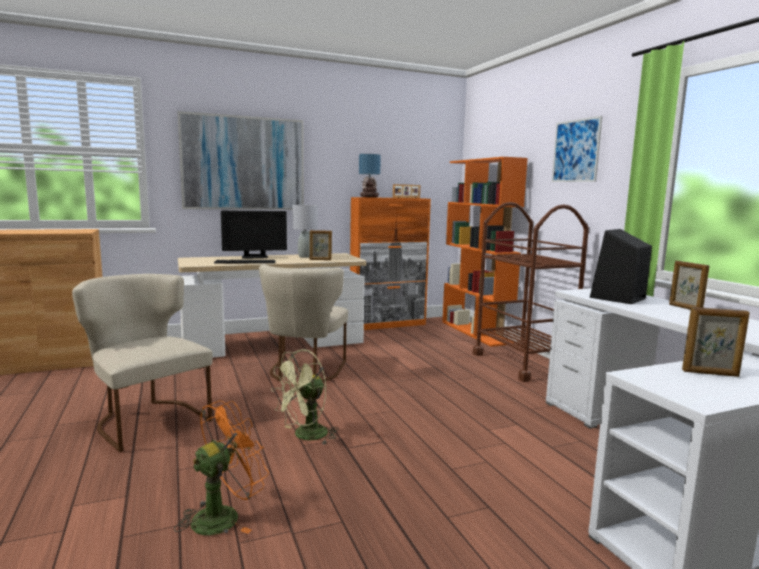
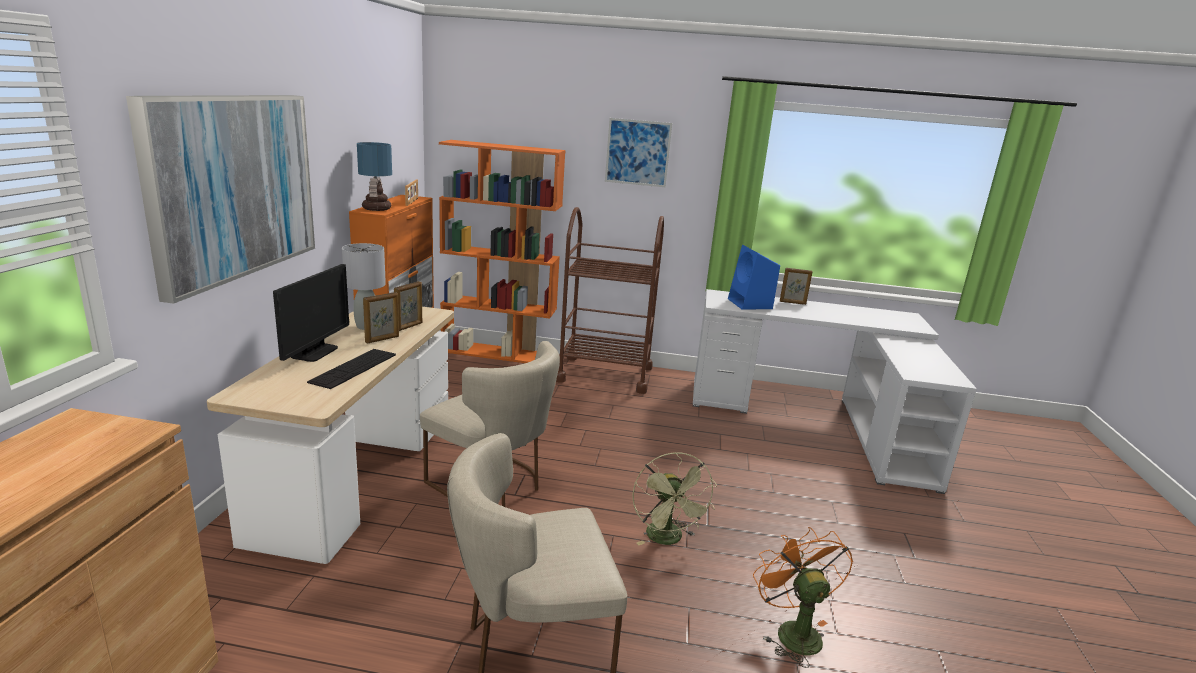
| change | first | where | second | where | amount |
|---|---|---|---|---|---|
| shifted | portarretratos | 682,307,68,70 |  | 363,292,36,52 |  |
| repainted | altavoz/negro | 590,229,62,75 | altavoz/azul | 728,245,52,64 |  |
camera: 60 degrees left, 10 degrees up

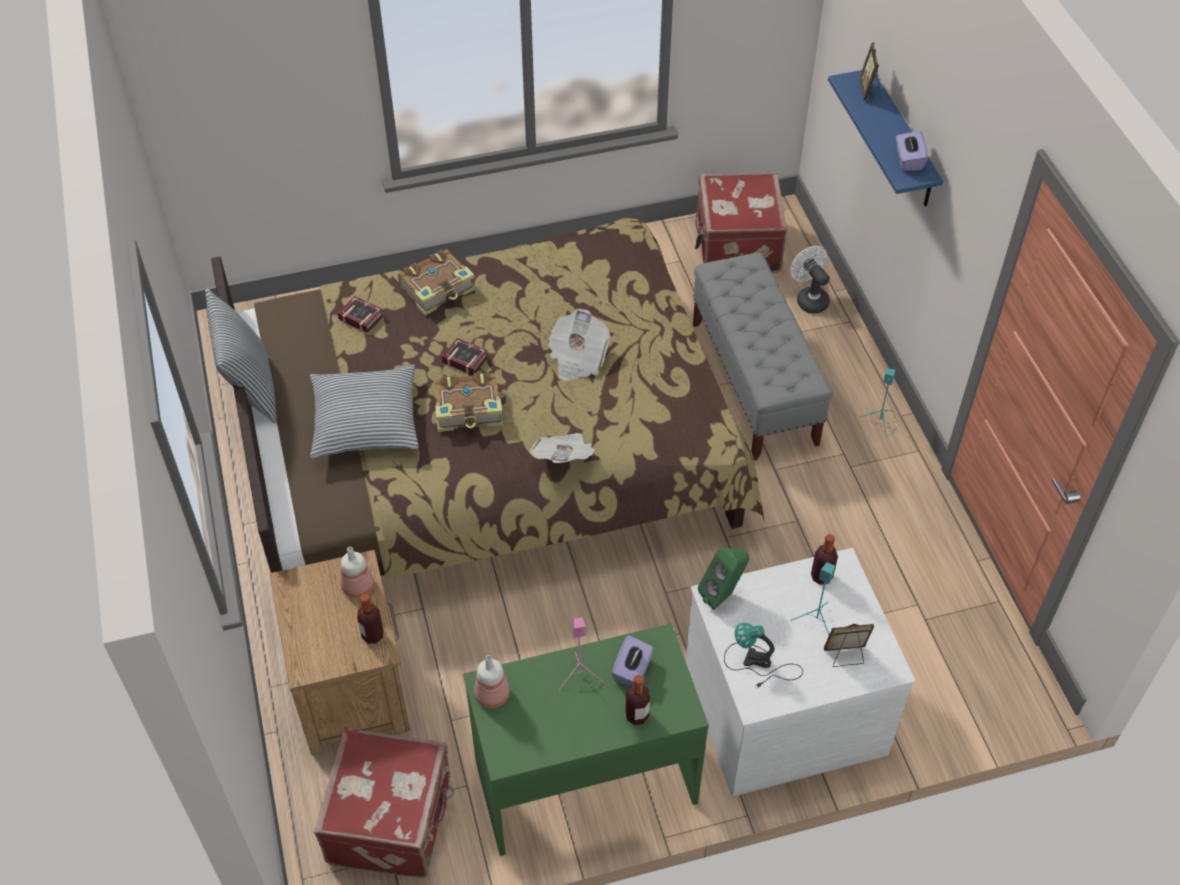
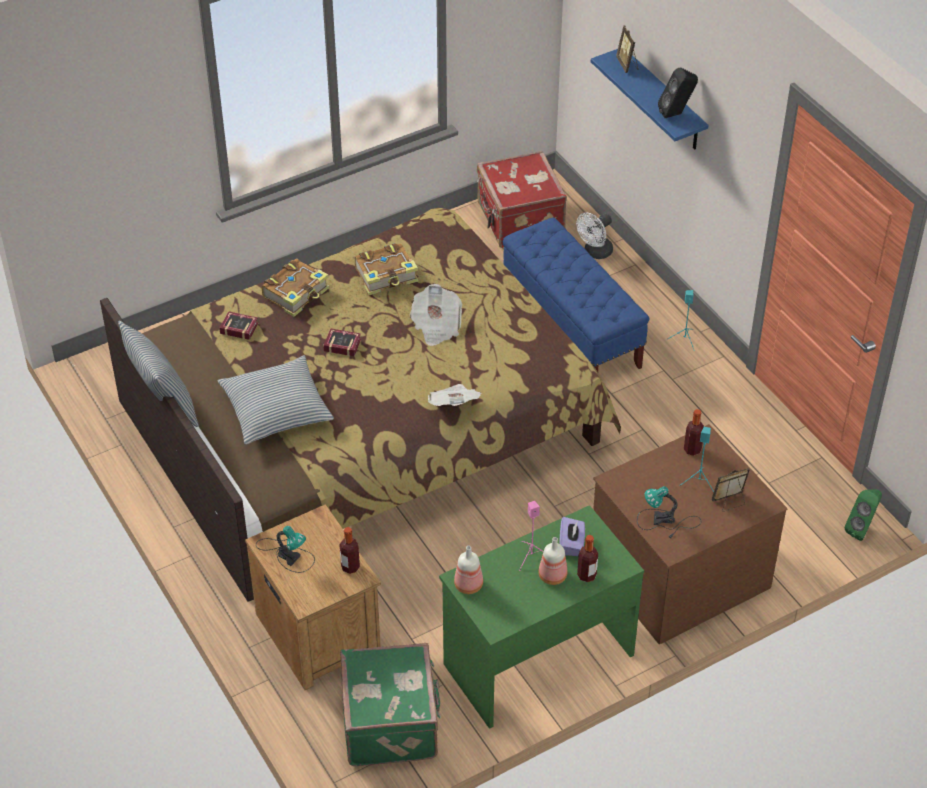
| change | first | where | second | where | amount |
|---|---|---|---|---|---|
| new |  |  | lámpara de mesa | 256,526,59,47 |  |
| shifted | botella | 340,547,34,51 |  | 539,537,29,48 |  |
| shifted | libro | 435,372,68,60 |  | 355,243,63,52 |  |
| shifted | altavoz/verde | 698,548,52,62 |  | 844,489,38,52 |  |
| swapped | caja de pañuelos/morado | 896,131,32,40 | altavoz/negro | 658,67,40,51 |  |
| repainted | maleta/rojo | 314,728,141,150 | maleta/verde | 340,643,101,123 |  |
| repainted | cómoda/blanco | 686,548,229,248 | cómoda/marrón | 593,424,195,220 |  |
| repainted | banco/gris | 693,253,139,207 | banco/azul | 502,218,148,154 |  |
| rotated | ventilador/blanco | 790,246,40,68 |  | 576,213,37,46 | 90 degrees counterclockwise |
camera: 15 degrees left, 5 degrees down

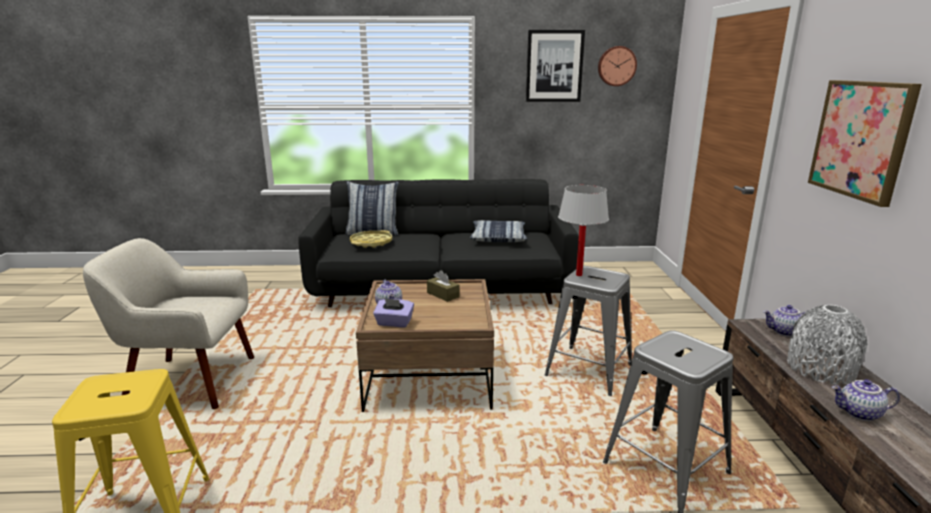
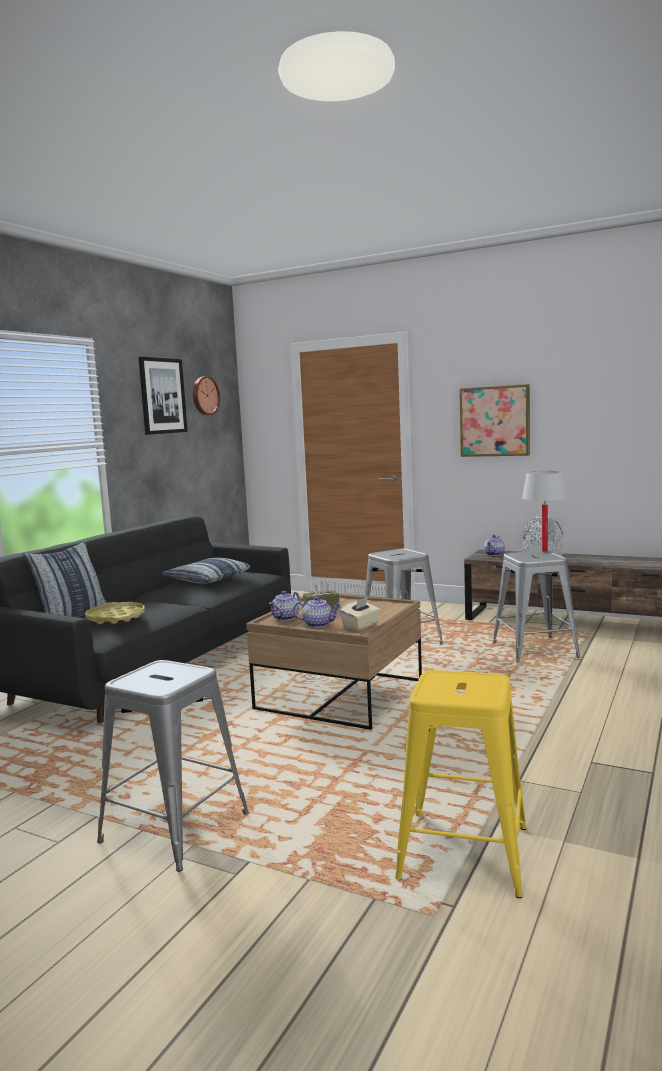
| change | first | where | second | where | amount |
|---|---|---|---|---|---|
| shifted | lámpara de mesa/blanco | 558,185,51,91 |  | 522,471,46,81 |  |
| shifted | tetera | 832,379,68,42 |  | 269,591,31,30 |  |
| swapped | sillón/beis | 83,238,171,171 | taburete/gris | 97,660,152,212 |  |
| repainted | caja de pañuelos/morado | 373,298,41,29 | caja de pañuelos/beis | 340,597,40,34 |  |
camera: 60 degrees left, 10 degrees down

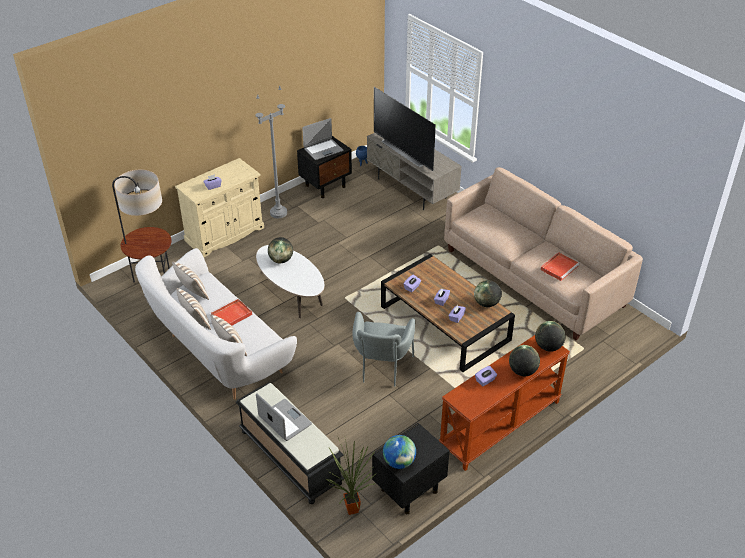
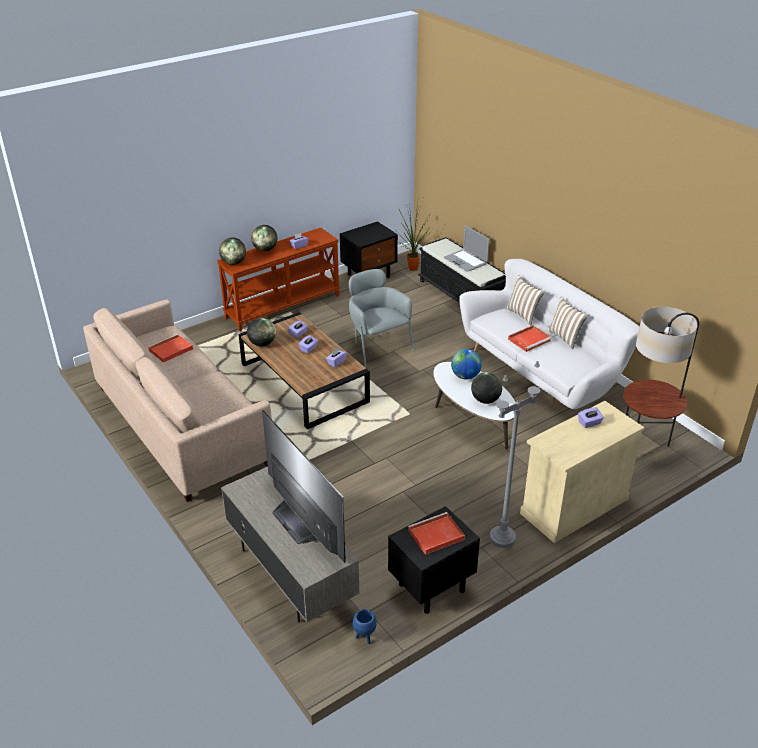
| change | first | where | second | where | amount |
|---|---|---|---|---|---|
| gone | cojín | 172,262,37,38 |  |  |  |
| shifted | globo terráqueo | 383,435,33,34 |  | 451,349,31,31 |  |
| swapped | portátil | 302,118,41,42 | bandeja/rojo | 408,512,57,43 |  |
| rotated | sillón/gris | 352,312,63,75 |  | 349,269,65,99 | 45 degrees counterclockwise |
camera: 175 degrees left, 5 degrees down

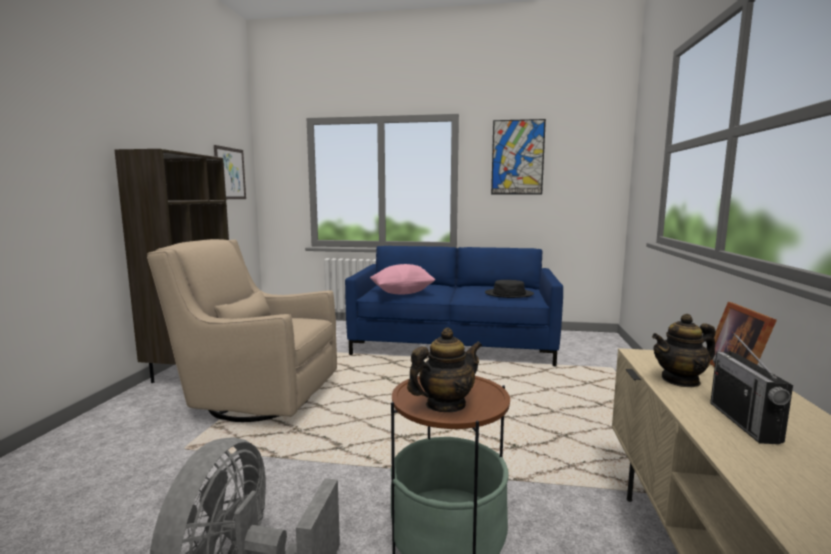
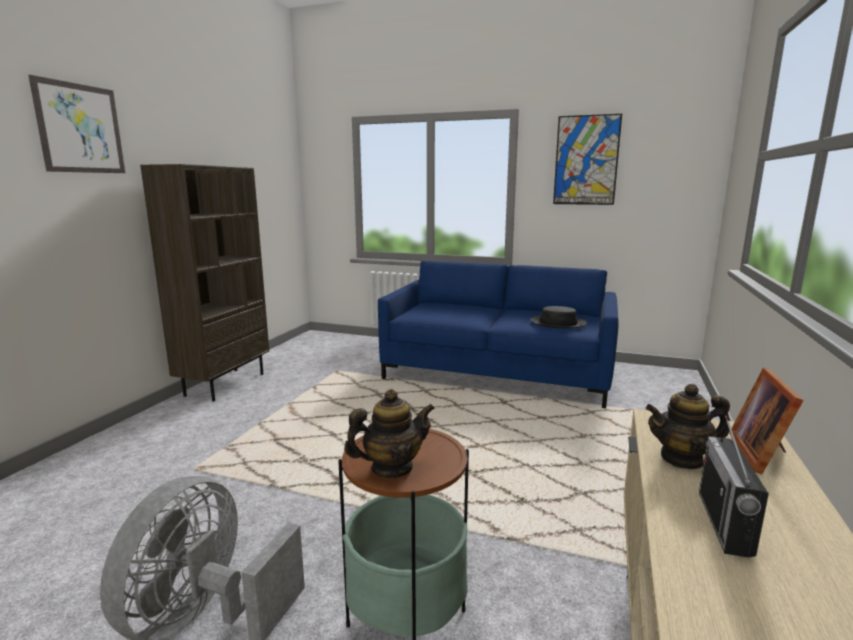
| change | first | where | second | where | amount |
|---|---|---|---|---|---|
| gone | sillón/beis | 147,239,190,183 |  |  |  |
| gone | cojín/rosa | 370,264,66,30 |  |  |  |
| shifted | cuadro | 214,145,32,54 |  | 28,75,97,98 |  |
camera: 10 degrees right, 5 degrees up

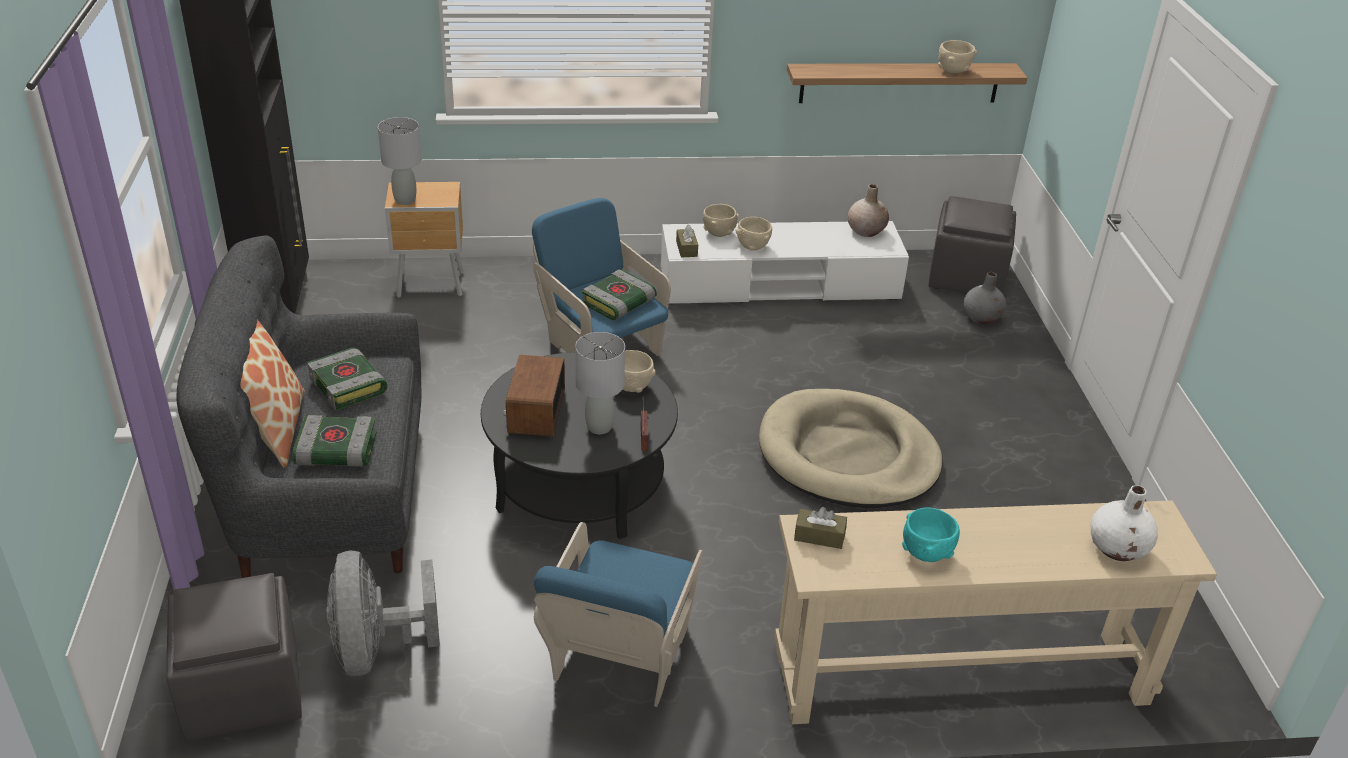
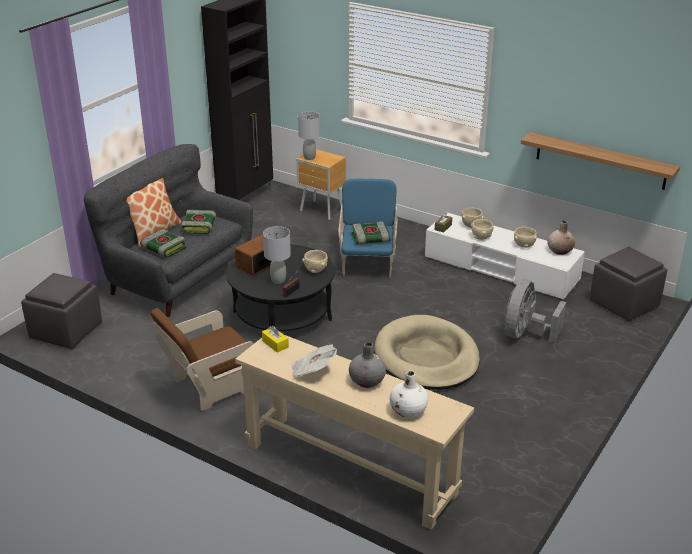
| change | first | where | second | where | amount |
|---|---|---|---|---|---|
| shifted | ventilador/gris | 326,551,114,125 |  | 505,279,61,64 |  |
| shifted | cuenco/beis | 938,40,39,33 |  | 514,227,23,21 |  |
| shifted | florero/gris | 964,272,42,52 |  | 349,342,37,46 |  |
| swapped | cuenco/turquesa | 902,508,58,54 | periódico | 291,344,46,33 |  |
| repainted | sillón/azul | 534,522,169,185 | sillón/marrón | 151,308,103,103 |  |
| repainted | caja de pañuelos/marrón | 794,507,53,42 | caja de pañuelos/amarillo | 262,326,27,27 |  |
camera: 40 degrees right, 5 degrees down

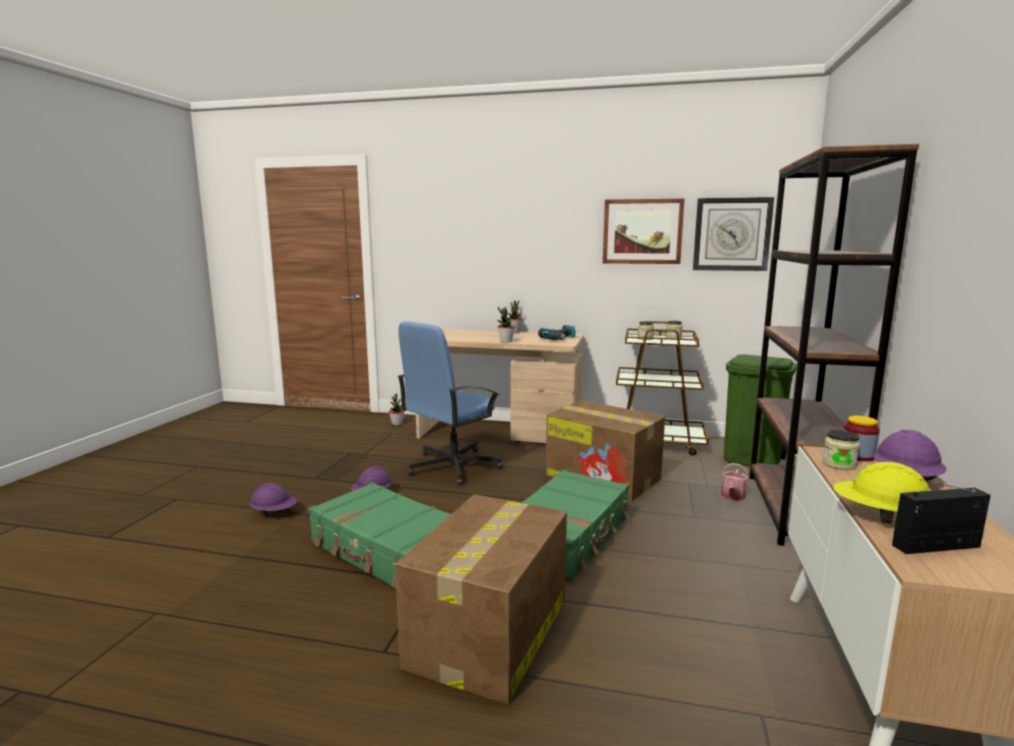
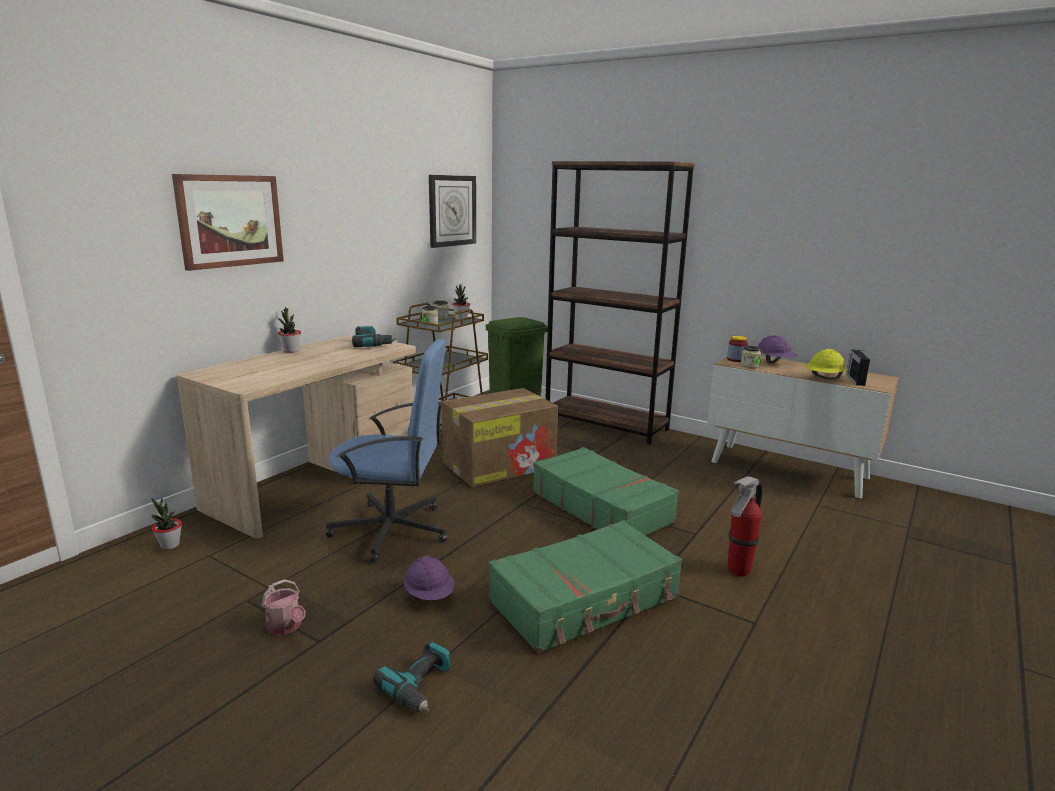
| change | first | where | second | where | amount |
|---|---|---|---|---|---|
| shifted | planta en maceta | 497,307,18,36 |  | 452,284,18,36 |  |
| shifted | cuadro | 603,198,82,66 |  | 172,174,112,97 |  |
| shifted | regadera | 721,463,28,38 |  | 262,579,44,56 |  |
| swapped | casco/morado | 250,483,47,34 | taladro | 373,641,77,71 |  |
| swapped | caja de cartón | 395,494,172,211 | extintor | 728,476,34,100 |  |
| rotated | silla de oficina/azul | 397,321,106,164 |  | 325,339,122,224 | 60 degrees counterclockwise |
camera: 70 degrees left, 5 degrees up

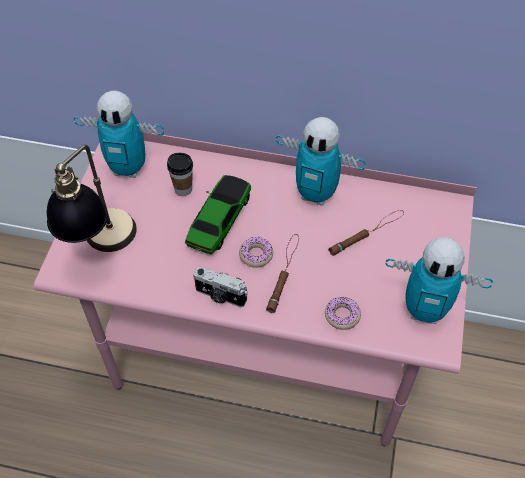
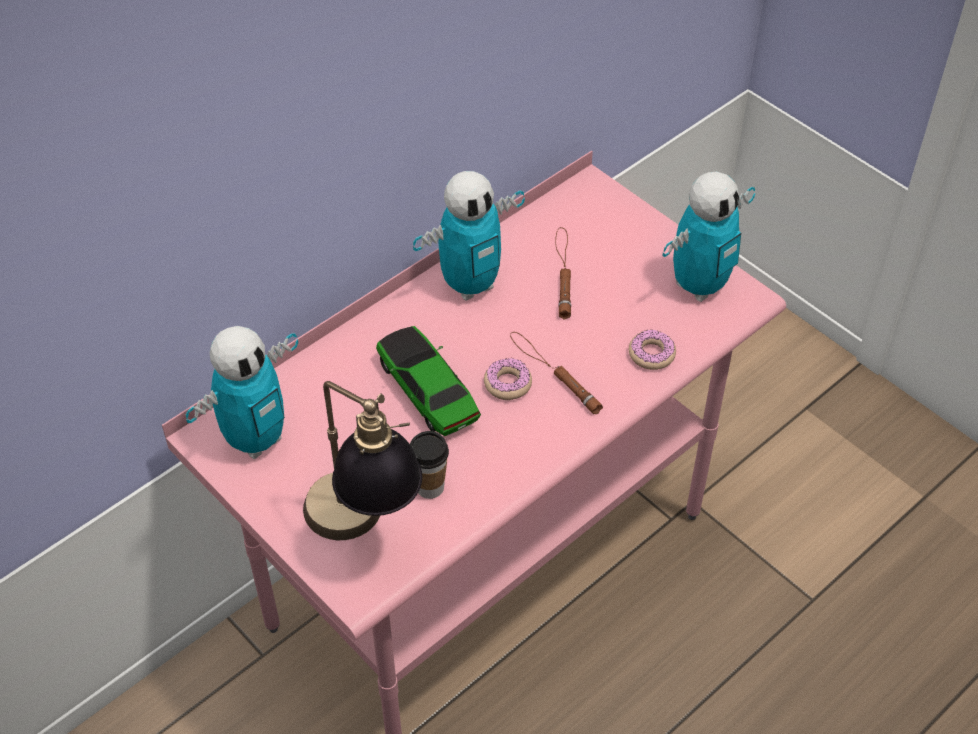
| change | first | where | second | where | amount |
|---|---|---|---|---|---|
| gone | cámara | 193,266,55,41 |  |  |  |
| shifted | taza | 167,153,26,43 |  | 410,431,39,68 |  |
camera: 55 degrees left, 5 degrees down

